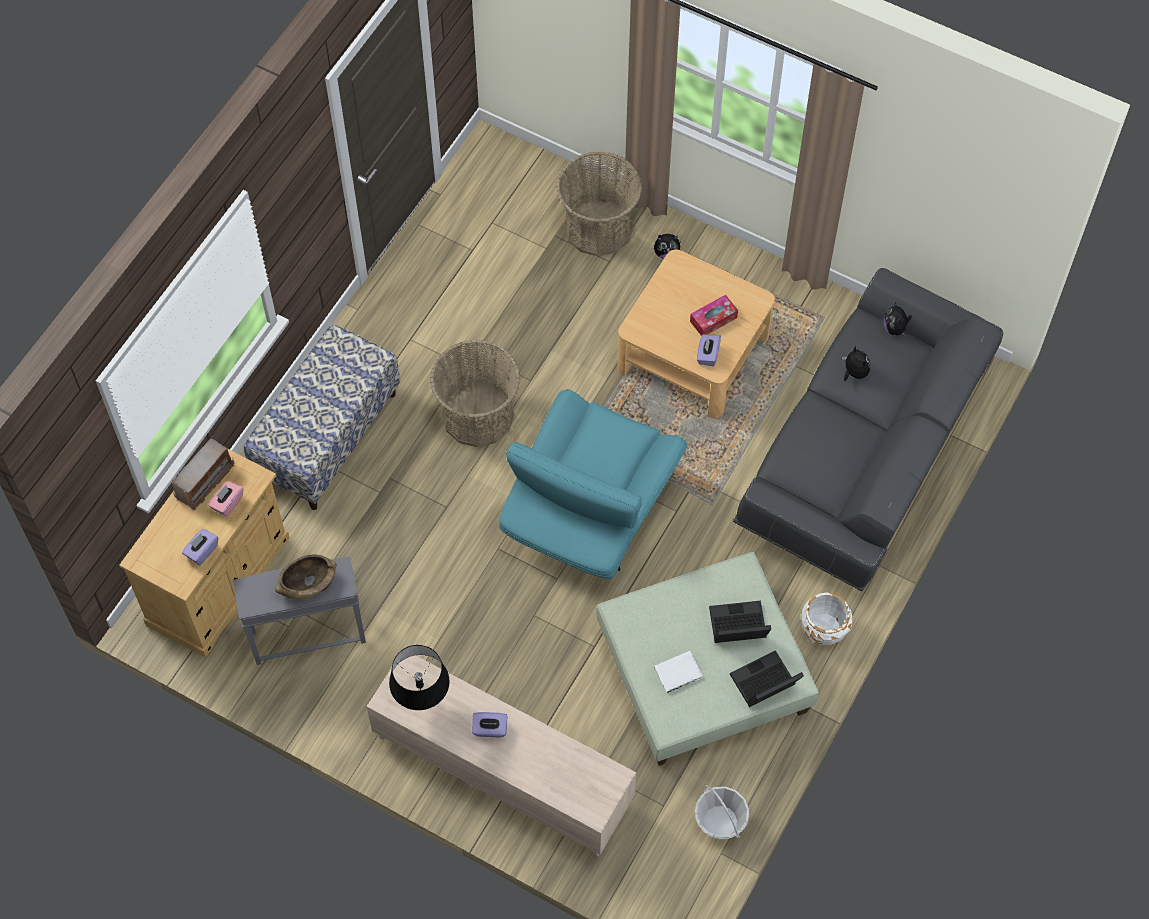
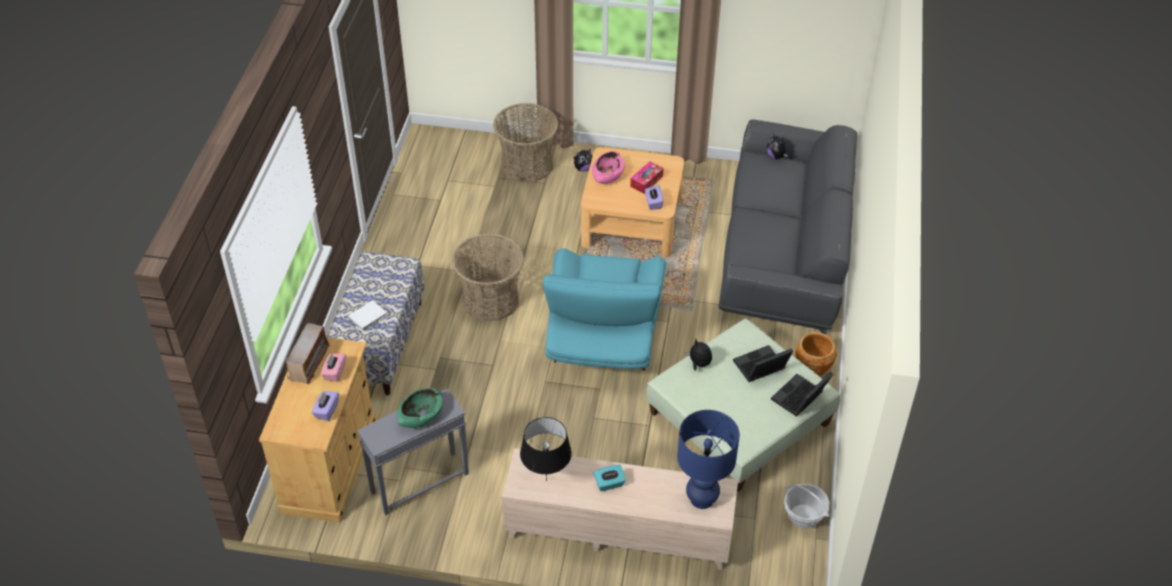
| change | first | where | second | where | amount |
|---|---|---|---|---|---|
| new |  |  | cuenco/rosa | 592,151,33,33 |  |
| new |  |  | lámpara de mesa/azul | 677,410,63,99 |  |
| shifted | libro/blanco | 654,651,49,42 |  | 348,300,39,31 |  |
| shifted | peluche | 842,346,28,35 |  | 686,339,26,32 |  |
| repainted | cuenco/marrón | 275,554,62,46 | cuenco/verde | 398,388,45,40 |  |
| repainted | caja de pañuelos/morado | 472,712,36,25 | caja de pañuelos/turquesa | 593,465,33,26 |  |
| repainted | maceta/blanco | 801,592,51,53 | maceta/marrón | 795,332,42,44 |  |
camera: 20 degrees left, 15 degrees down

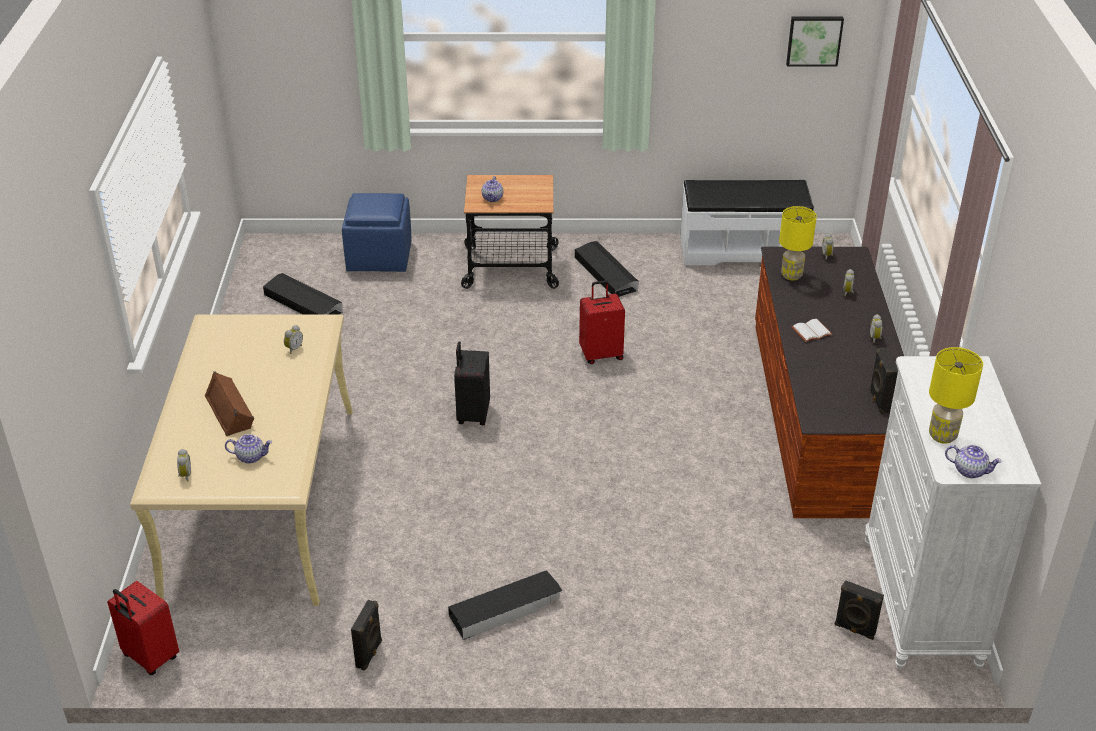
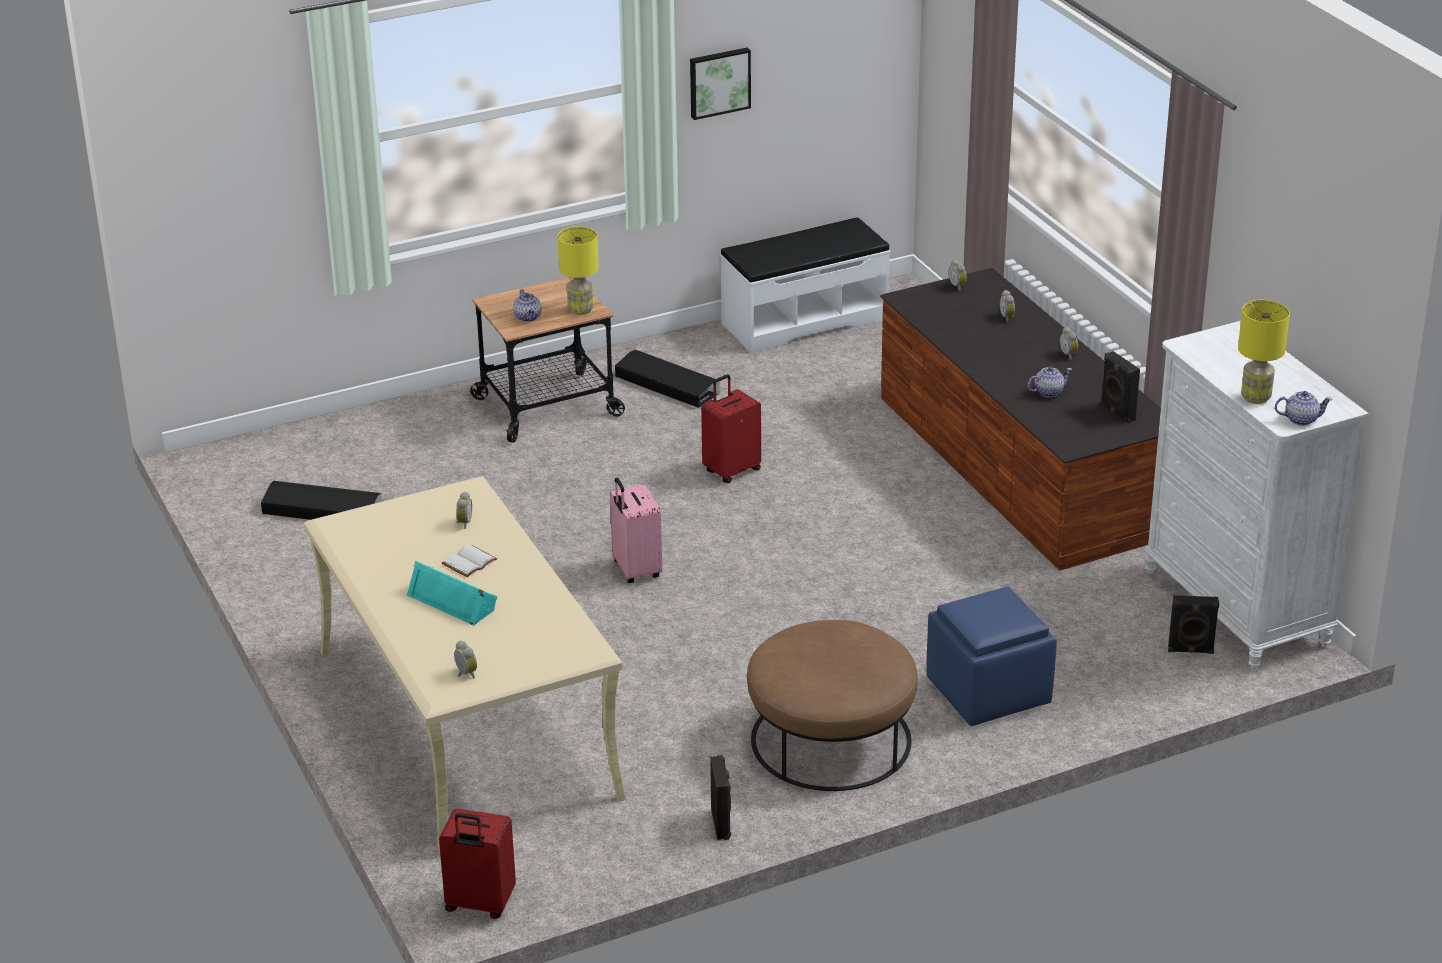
| change | first | where | second | where | amount |
|---|---|---|---|---|---|
| shifted | tetera | 225,434,47,30 |  | 1027,367,45,31 |  |
| shifted | puf/azul | 342,193,69,79 |  | 927,586,130,140 |  |
| shifted | lámpara de mesa/amarillo | 779,206,38,74 |  | 558,226,41,89 |  |
| shifted | cuadro | 786,16,58,51 |  | 690,48,61,72 |  |
| shifted | libro/blanco | 792,319,41,23 |  | 442,545,55,32 |  |
| swapped | caja de almacenaje/negro | 448,570,114,70 | puf/marrón | 747,620,171,171 |  |
| repainted | altavoz/marrón | 205,371,49,65 | altavoz/turquesa | 407,561,90,65 |  |
| repainted | maleta/negro | 454,341,36,84 | maleta/rosa | 610,478,52,105 |  |
camera: 25 degrees left, 5 degrees down

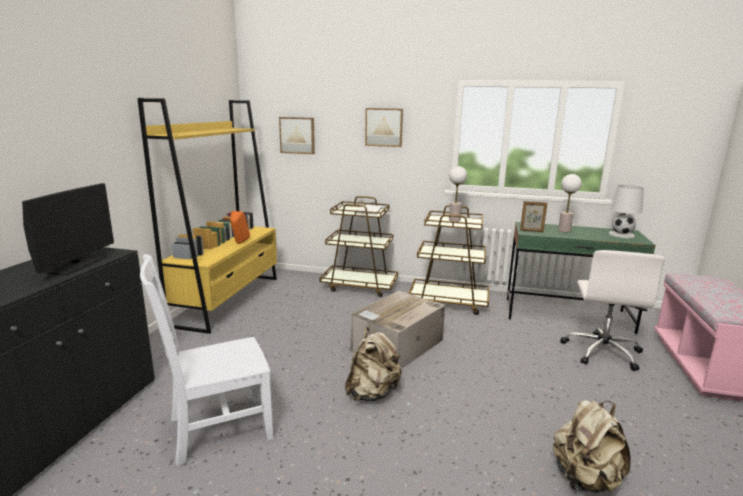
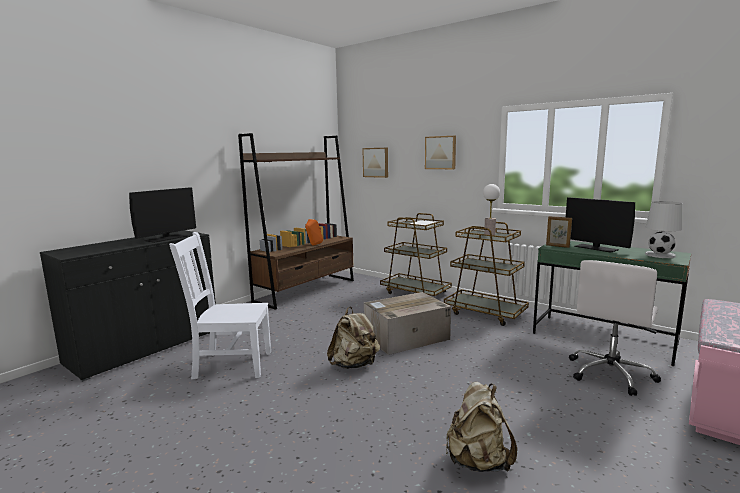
| change | first | where | second | where | amount |
|---|---|---|---|---|---|
| swapped | lámpara de mesa | 558,174,24,58 | monitor | 566,197,69,56 |  |
| repainted | estantería/amarillo | 137,98,140,236 | estantería/marrón | 238,133,116,177 |  |
camera: 25 degrees right, 5 degrees down

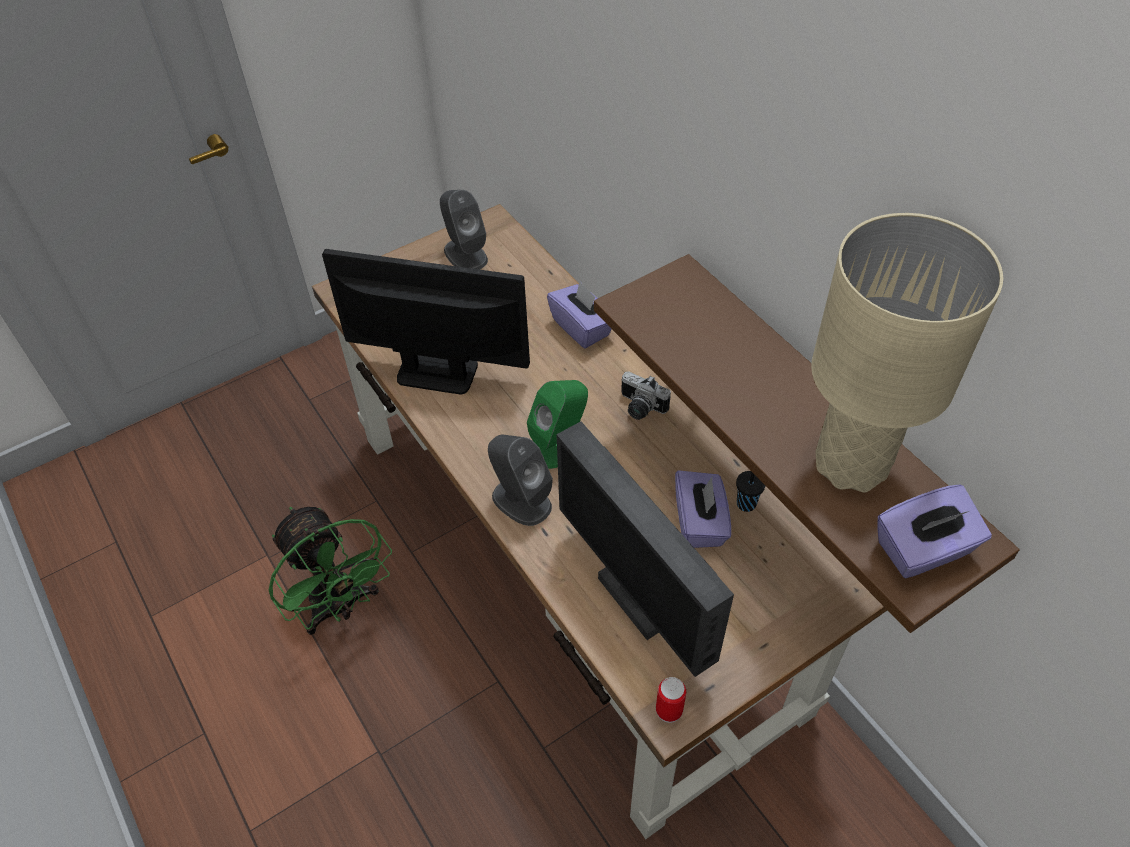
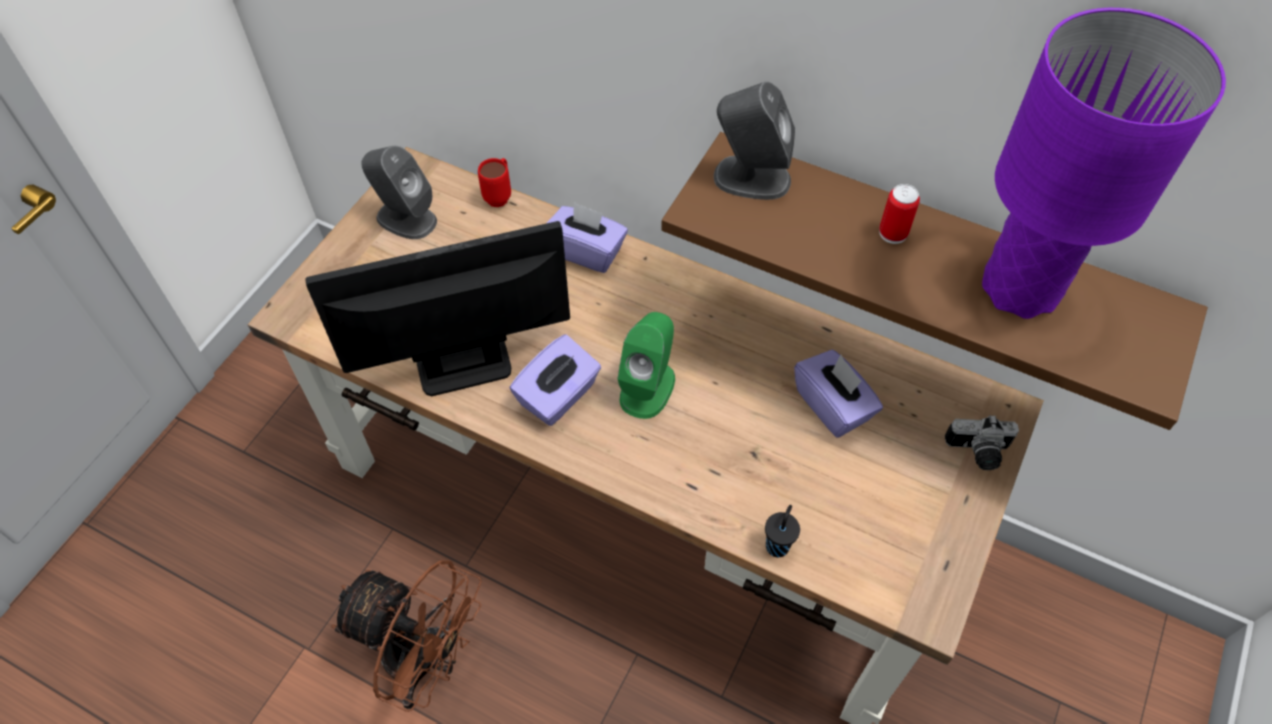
| change | first | where | second | where | amount |
|---|---|---|---|---|---|
| gone | monitor | 556,421,178,256 |  |  |  |
| new |  |  | taza grande/rojo | 478,158,33,49 |  |
| shifted | altavoz/gris | 488,434,65,92 |  | 714,81,81,119 |  |
| shifted | cámara | 621,371,50,49 |  | 945,415,74,55 |  |
| shifted | lata | 656,677,30,46 |  | 879,184,41,60 |  |
| shifted | taza/negro | 736,471,29,41 |  | 765,505,35,52 |  |
| shifted | caja de pañuelos/morado | 877,485,115,93 |  | 510,334,91,92 |  |
| repainted | ventilador/verde | 269,507,123,128 | ventilador/marrón | 331,560,151,152 |  |
| repainted | lámpara de mesa/beis | 811,213,192,280 | lámpara de mesa/morado | 982,8,244,311 |  |
camera: 30 degrees left, 5 degrees up

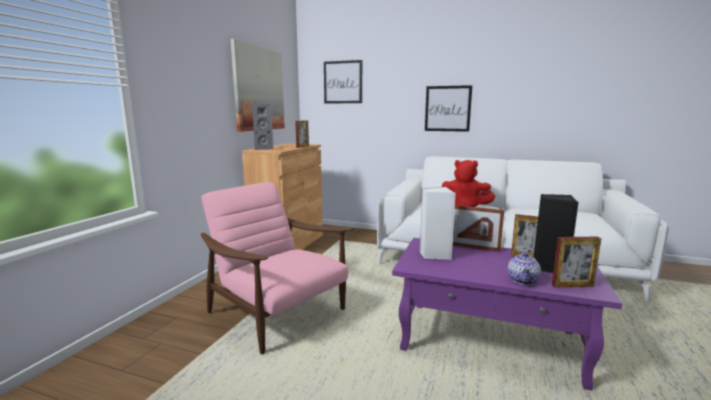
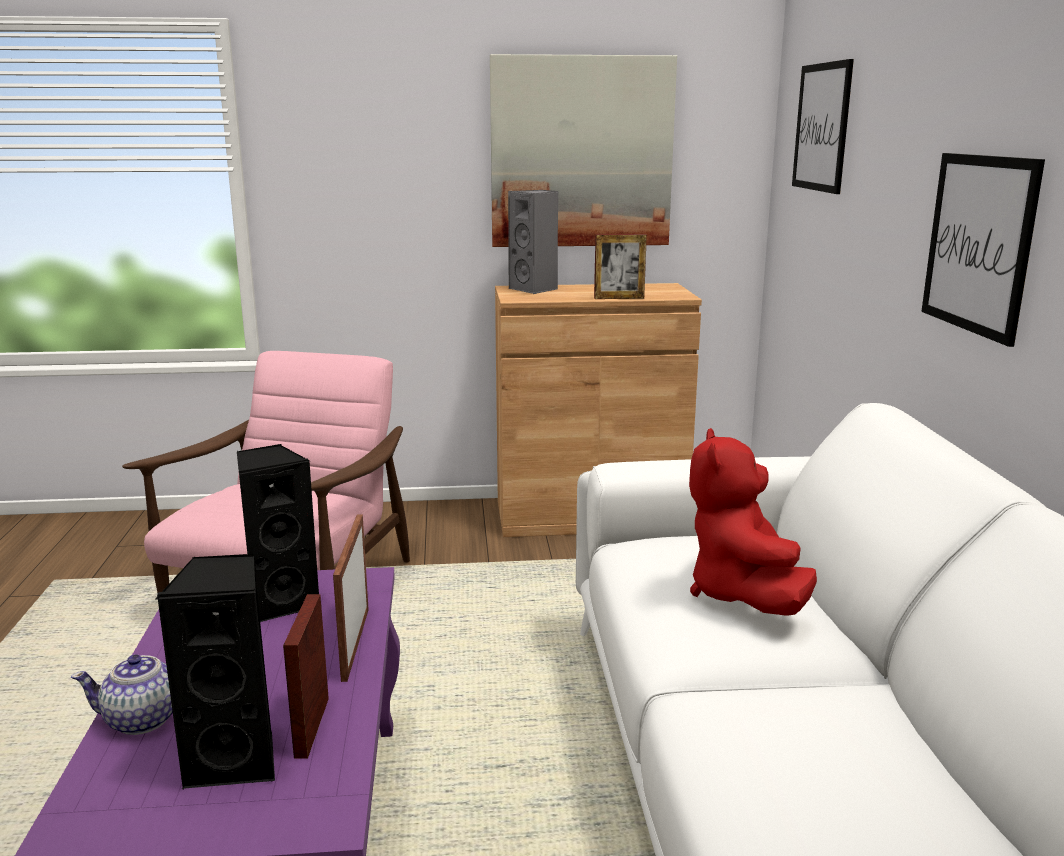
| change | first | where | second | where | amount |
|---|---|---|---|---|---|
| gone | portarretratos | 552,237,50,50 |  |  |  |
| repainted | altavoz/blanco | 420,187,36,73 | altavoz/negro | 237,444,82,178 |  |
camera: 65 degrees right, 5 degrees up

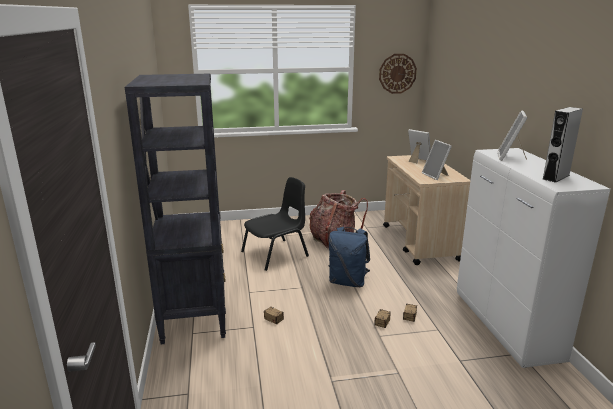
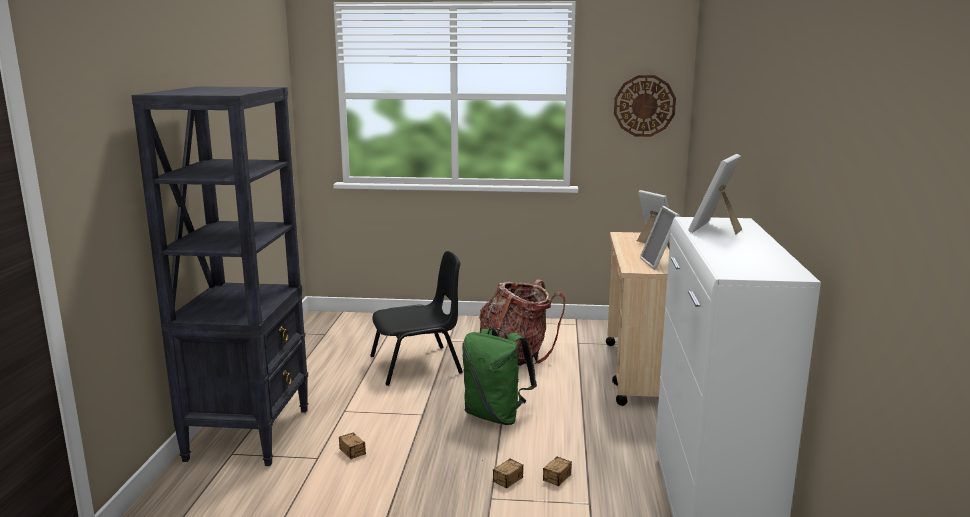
| change | first | where | second | where | amount |
|---|---|---|---|---|---|
| gone | altavoz/gris | 542,107,41,76 |  |  |  |
| repainted | mochila/azul | 328,227,42,60 | mochila/verde | 462,328,75,97 |  |
camera: 15 degrees right, 5 degrees down

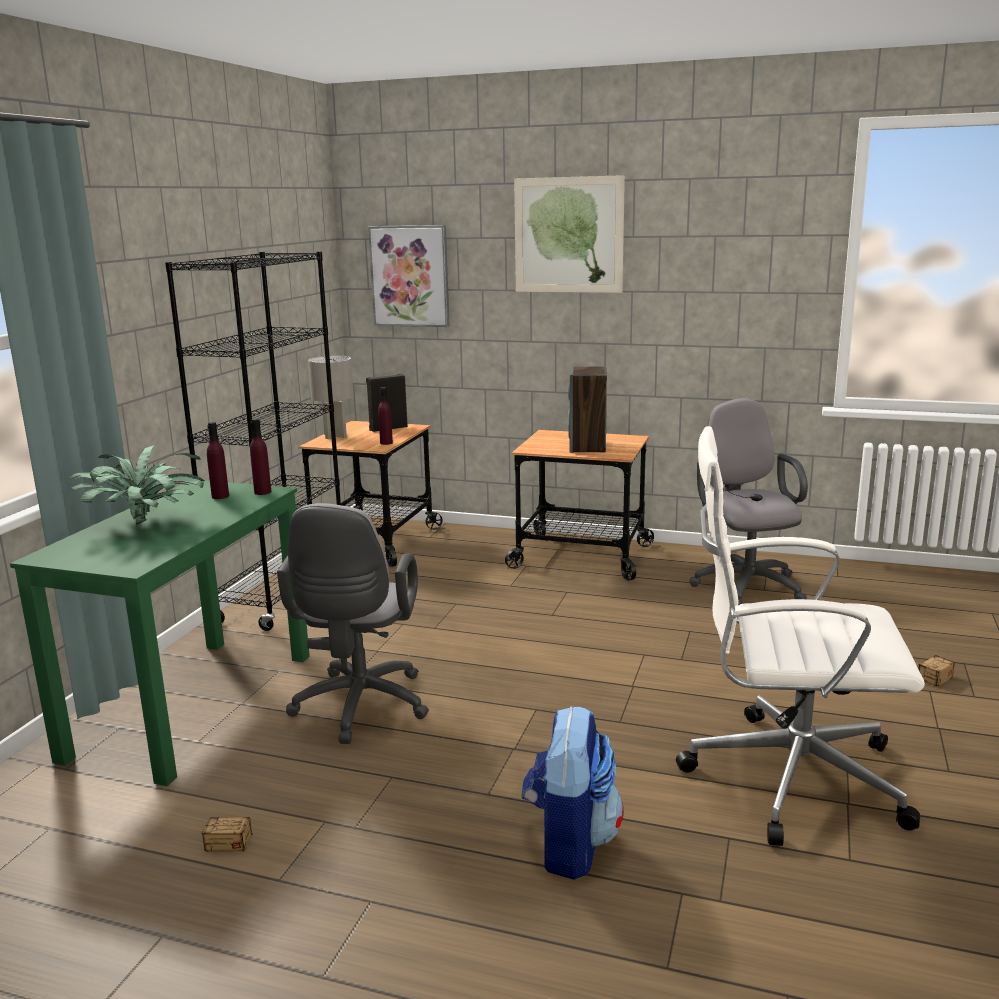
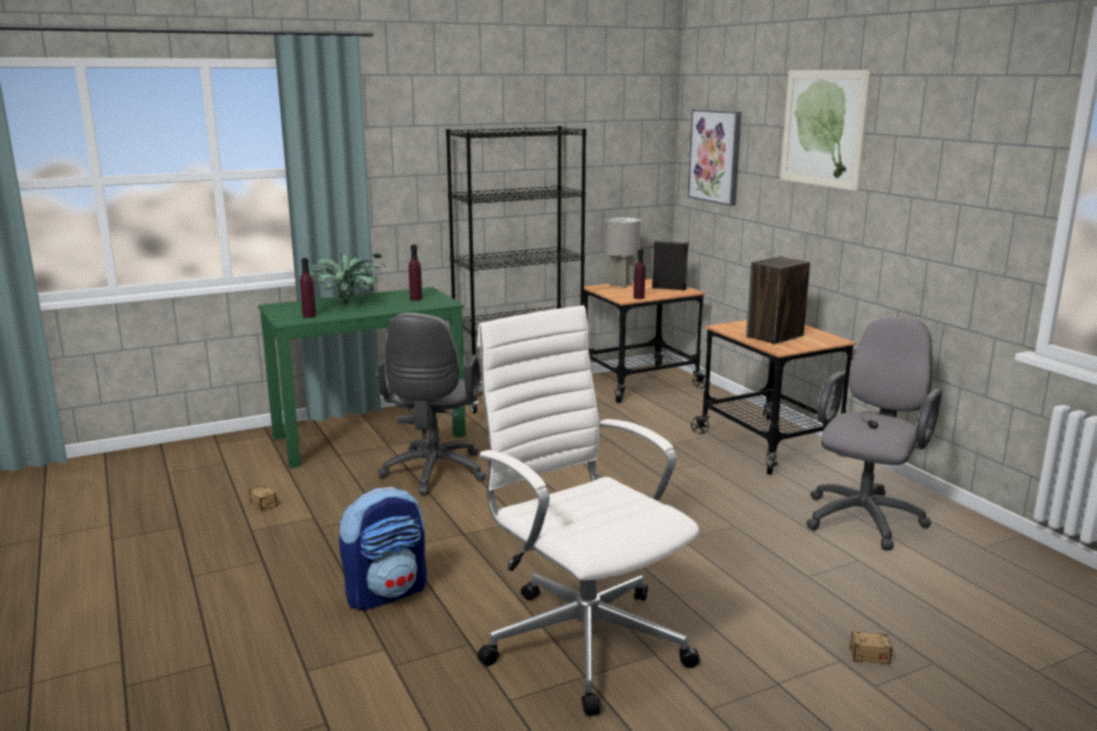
| change | first | where | second | where | amount |
|---|---|---|---|---|---|
| shifted | botella/morado | 250,418,21,77 |  | 300,258,16,60 |  |
| rotated | silla de oficina/gris | 277,503,152,241 |  | 376,313,110,182 | 45 degrees counterclockwise |
camera: 45 degrees right, 0 degrees up

